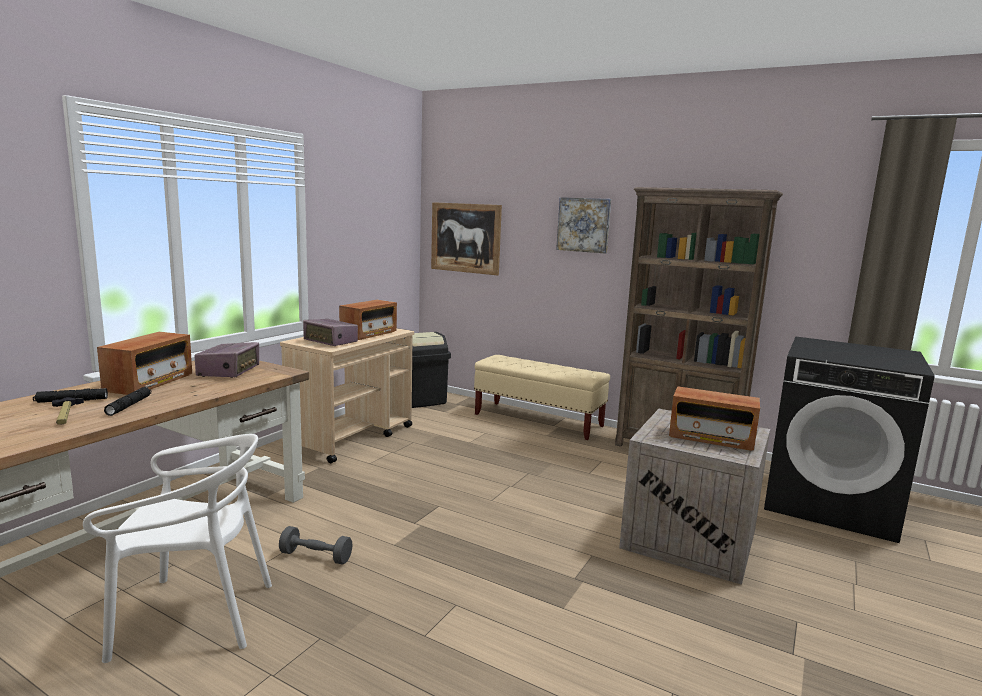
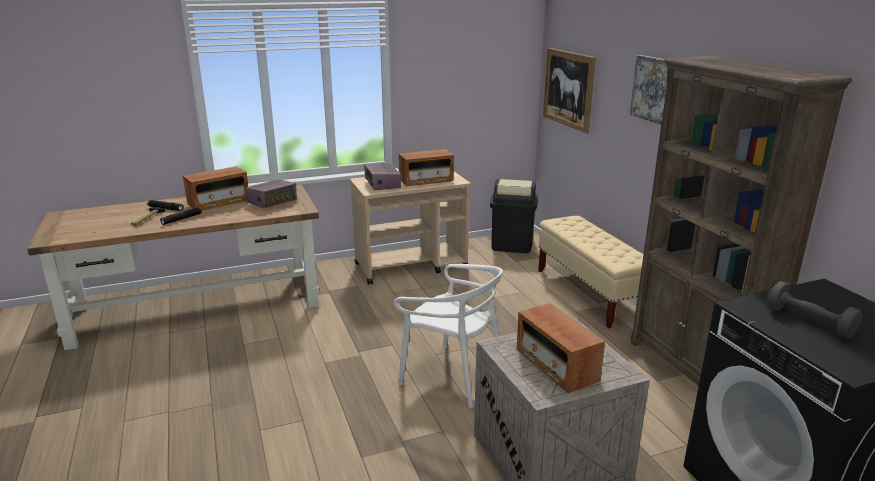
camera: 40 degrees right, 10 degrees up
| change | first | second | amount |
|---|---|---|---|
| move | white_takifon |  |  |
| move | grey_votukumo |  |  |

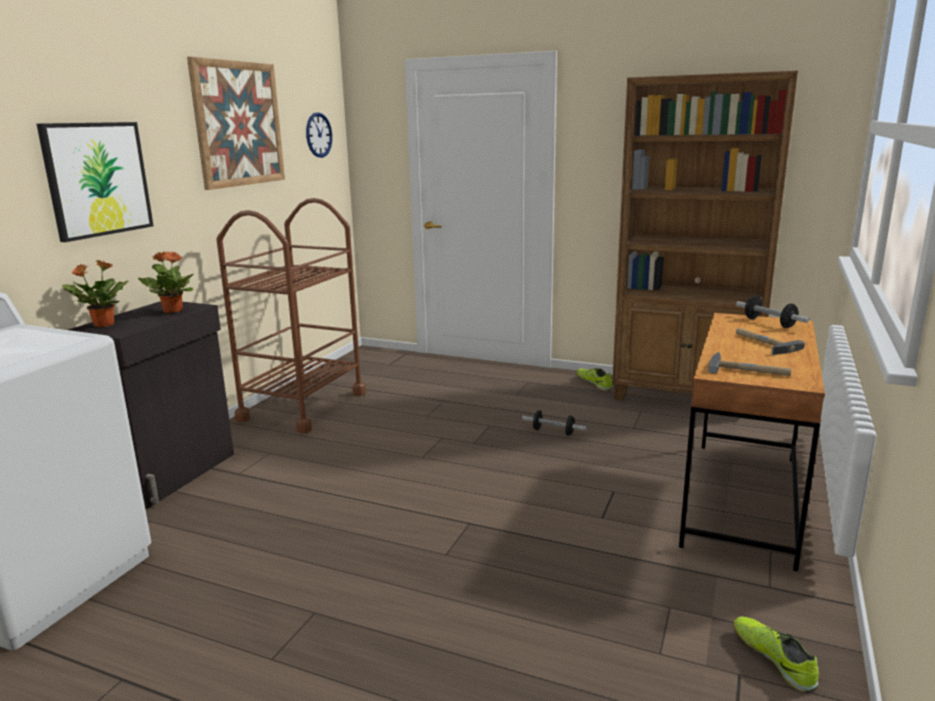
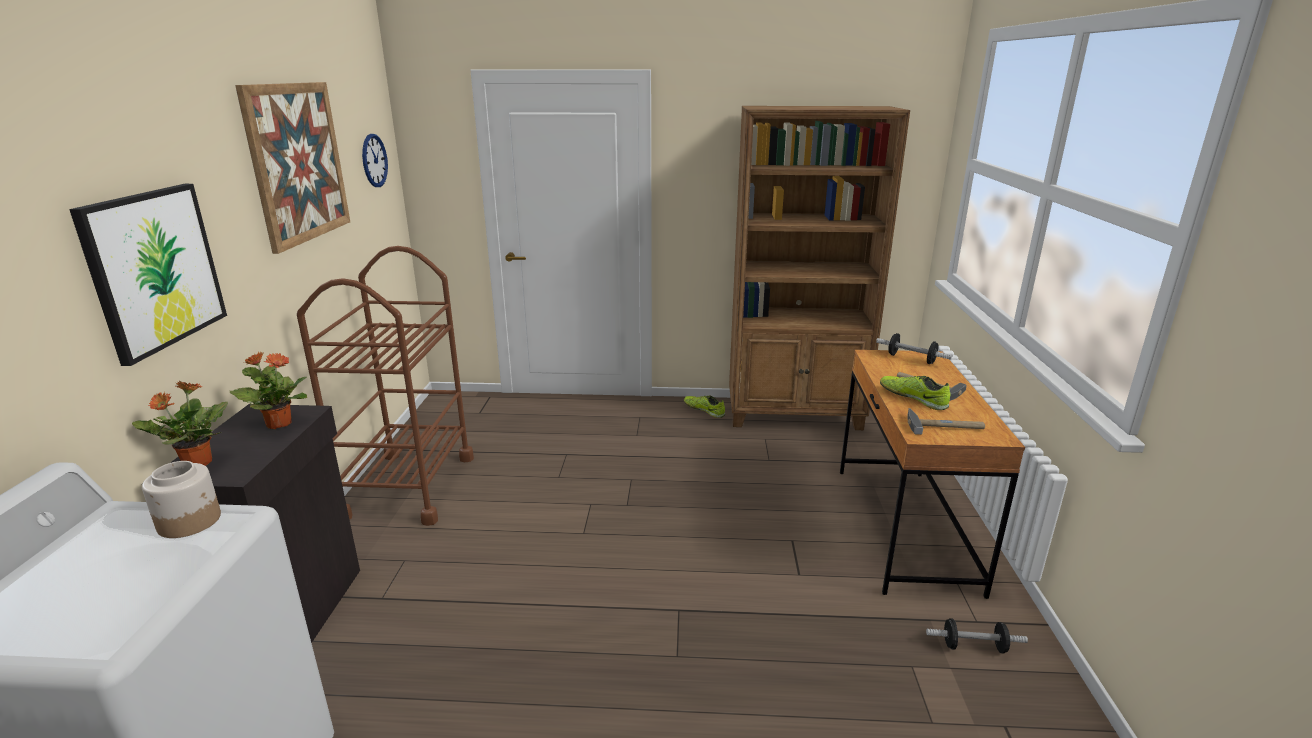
camera: 20 degrees left, 5 degrees up
| change | first | second | amount |
|---|---|---|---|
| insert |  | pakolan |  |
| move | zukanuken (2nd from left) |  |  |
| move | votukumo (1st from left in the first image) | votukumo (2nd from left) |  |

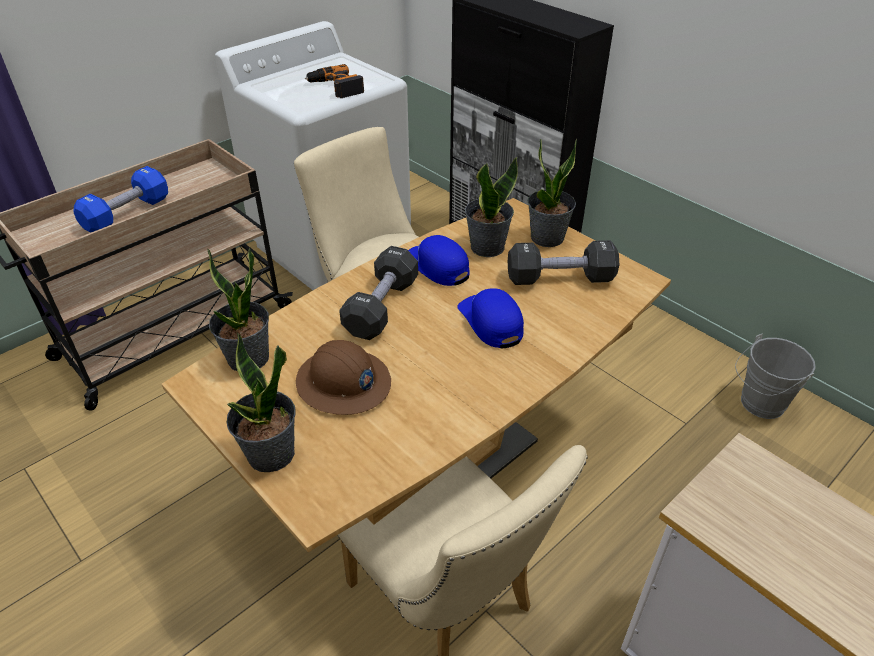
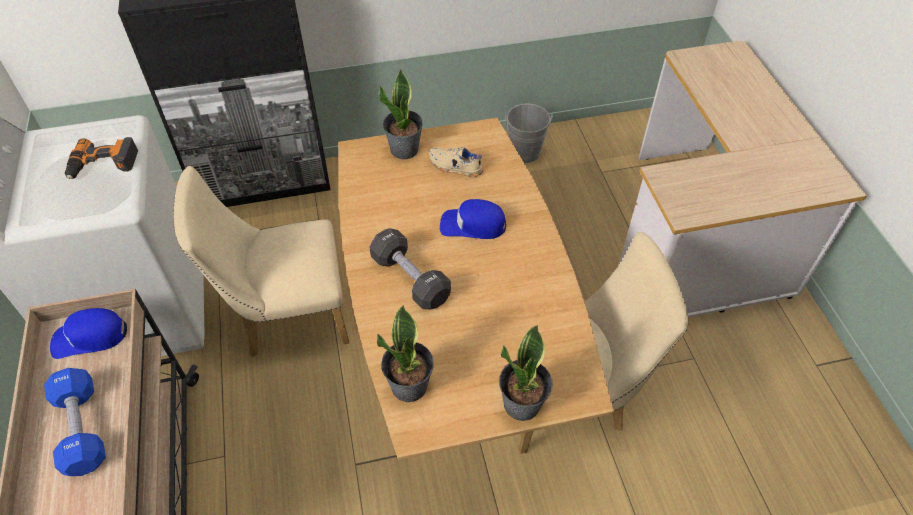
camera: 60 degrees left, 10 degrees up
| change | first | second | amount |
|---|---|---|---|
| move | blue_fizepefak (1st from left) |  |  |
| replace | black_votukumo (2nd from left) | beige_zukanuken |  |
| delete | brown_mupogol |  |  |
| delete | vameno (3rd from left) |  |  |

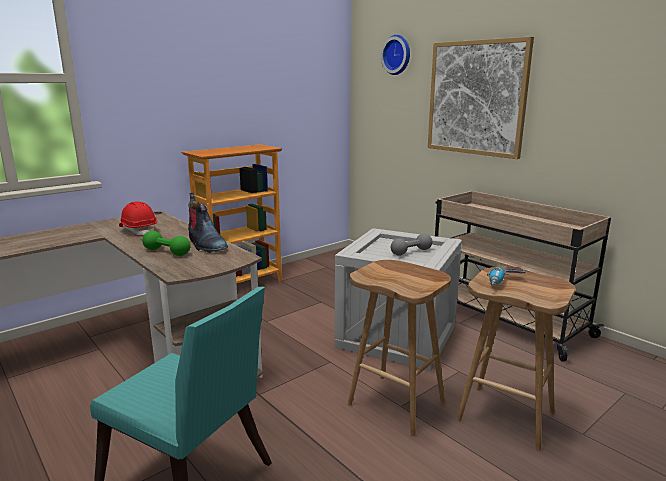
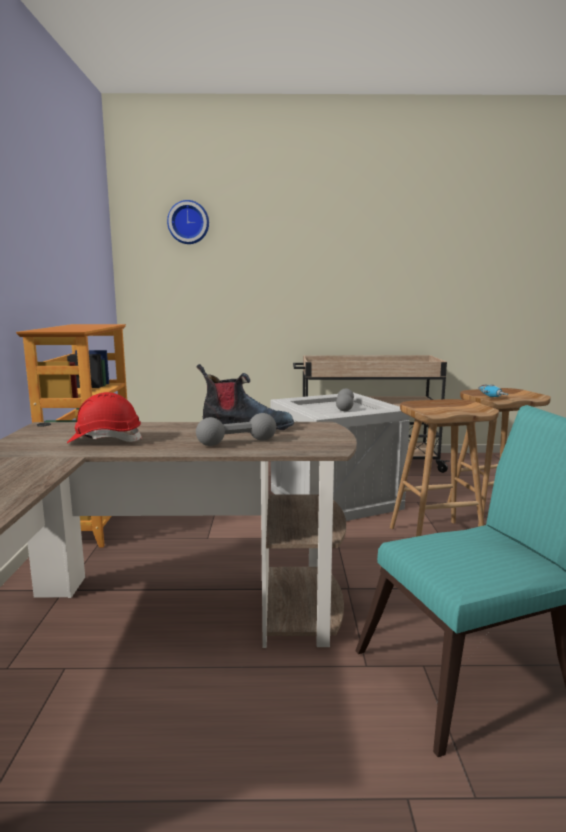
camera: 50 degrees left, 5 degrees down
| change | first | second | amount |
|---|---|---|---|
| recolor | green_votukumo | grey_votukumo (1st from left) |  |
| delete | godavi |  |  |

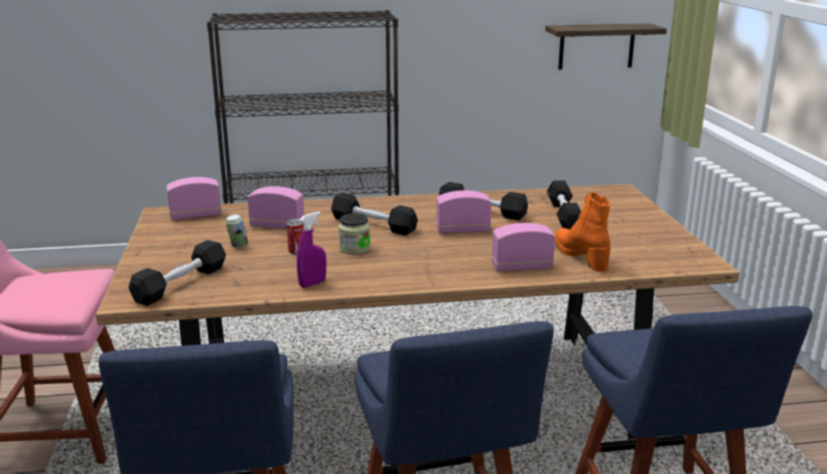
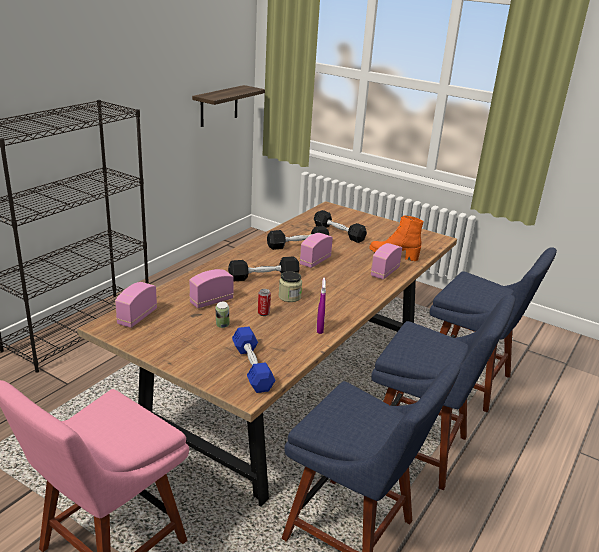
camera: 50 degrees left, 5 degrees up
| change | first | second | amount |
|---|---|---|---|
| recolor | black_votukumo (1st from left) | blue_votukumo |  |

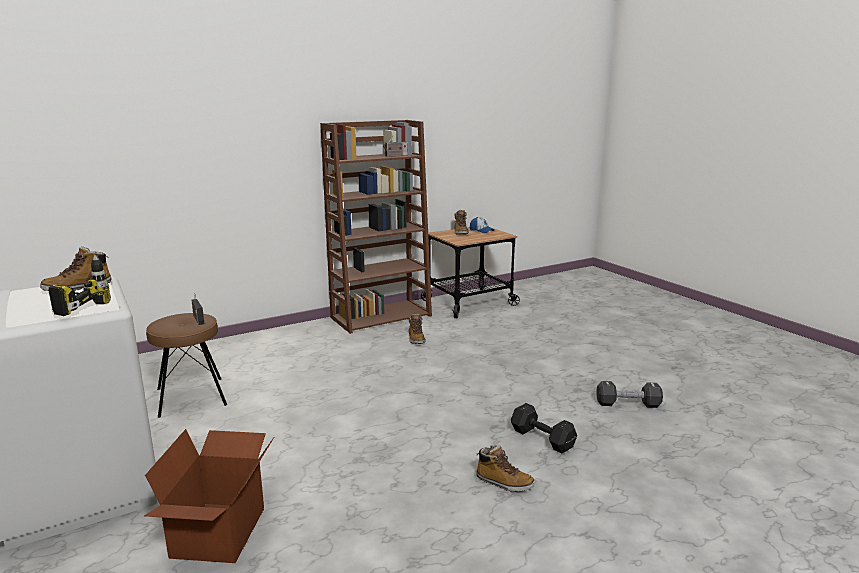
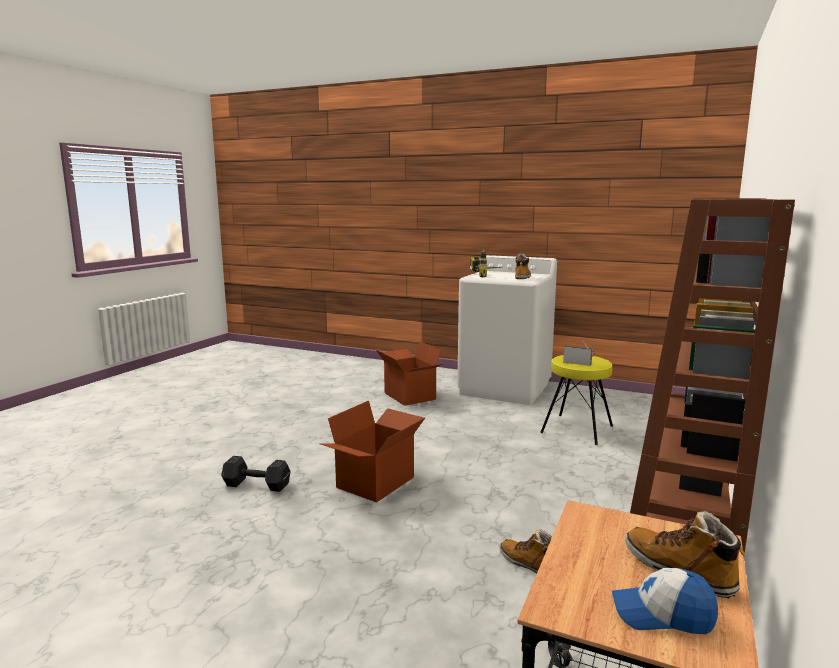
camera: 145 degrees right, 5 degrees down
| change | first | second | amount |
|---|---|---|---|
| insert |  | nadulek (1st from left) |  |
| recolor | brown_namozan | yellow_namozan |  |
| delete | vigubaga (4th from left) |  |  |
| delete | black_votukumo (2nd from left) |  |  |

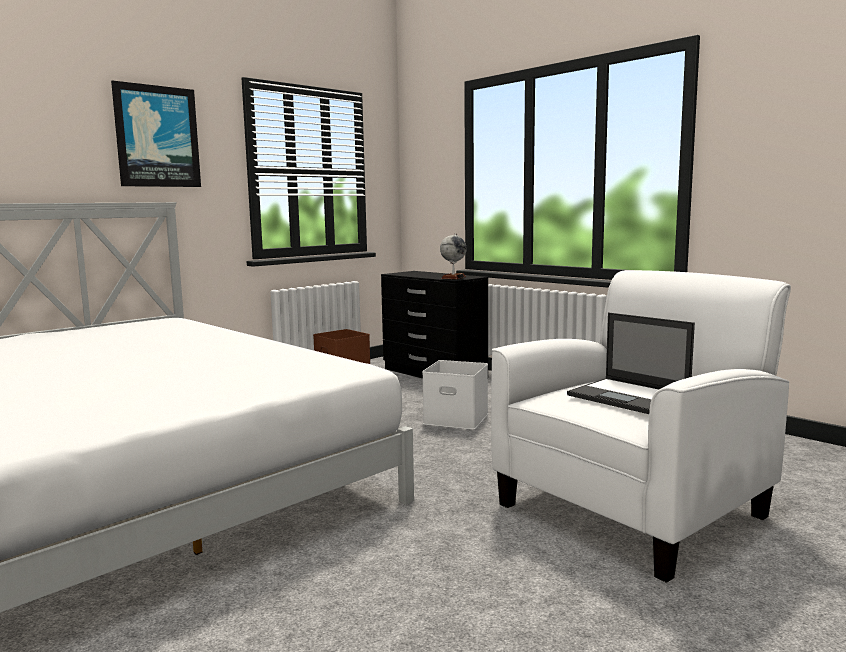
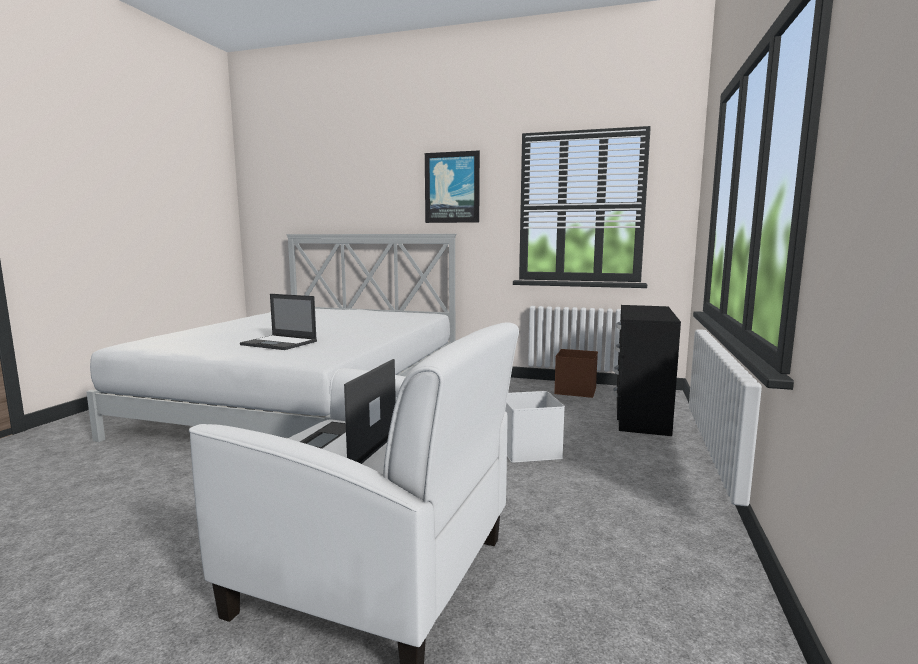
camera: 60 degrees right, 0 degrees up
| change | first | second | amount |
|---|---|---|---|
| insert |  | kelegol (1st from left) |  |
| delete | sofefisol |  |  |

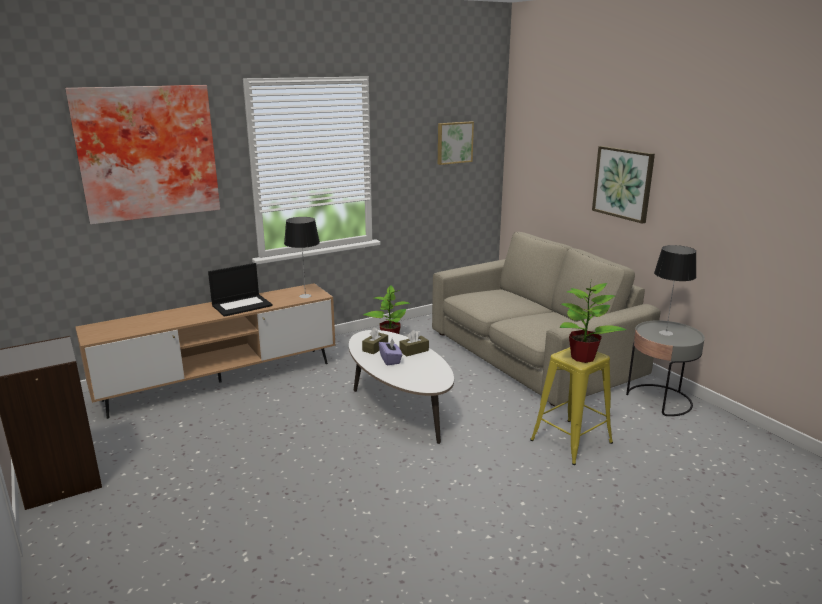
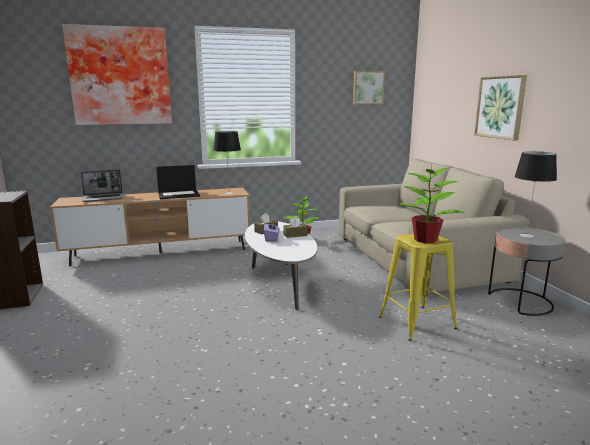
camera: 15 degrees right, 5 degrees down
| change | first | second | amount |
|---|---|---|---|
| insert |  | kelegol (1st from left) |  |

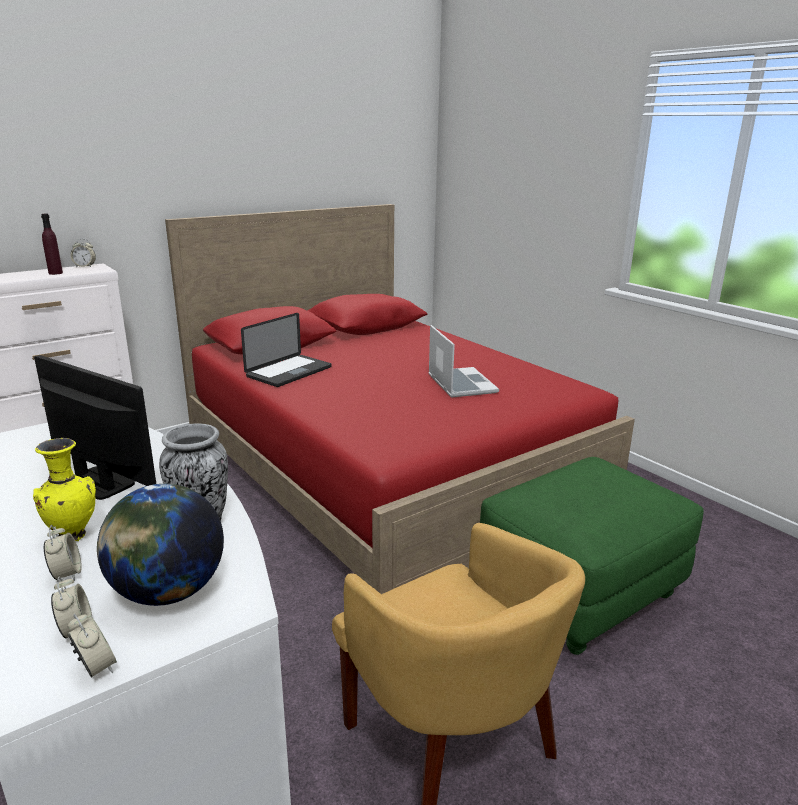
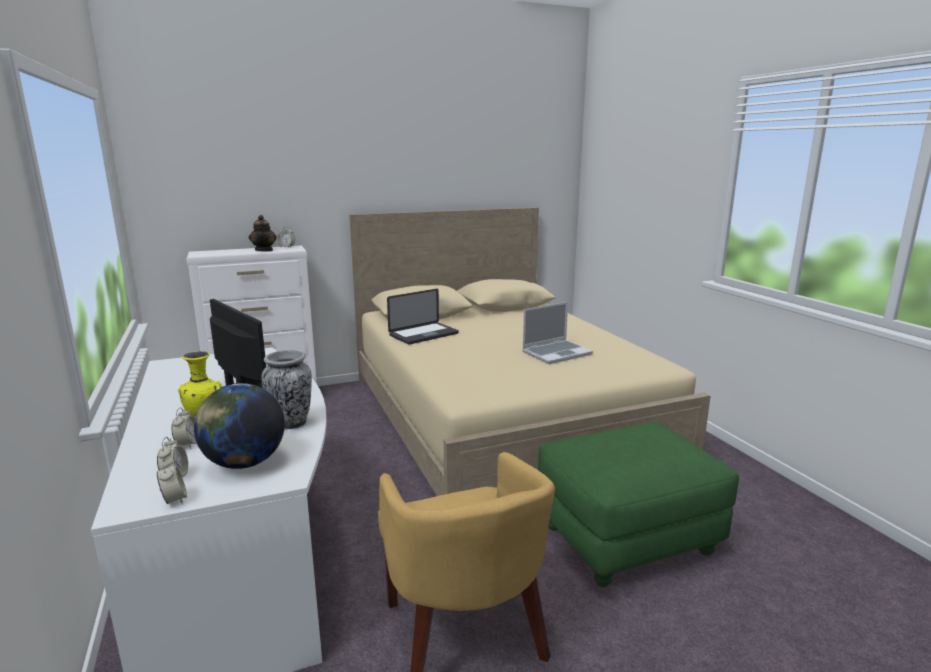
camera: 15 degrees right, 5 degrees down
| change | first | second | amount |
|---|---|---|---|
| replace | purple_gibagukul | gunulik |  |
| recolor | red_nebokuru | beige_nebokuru |  |
| rotate | kelegol (2nd from left) |  | 60 degrees clockwise |

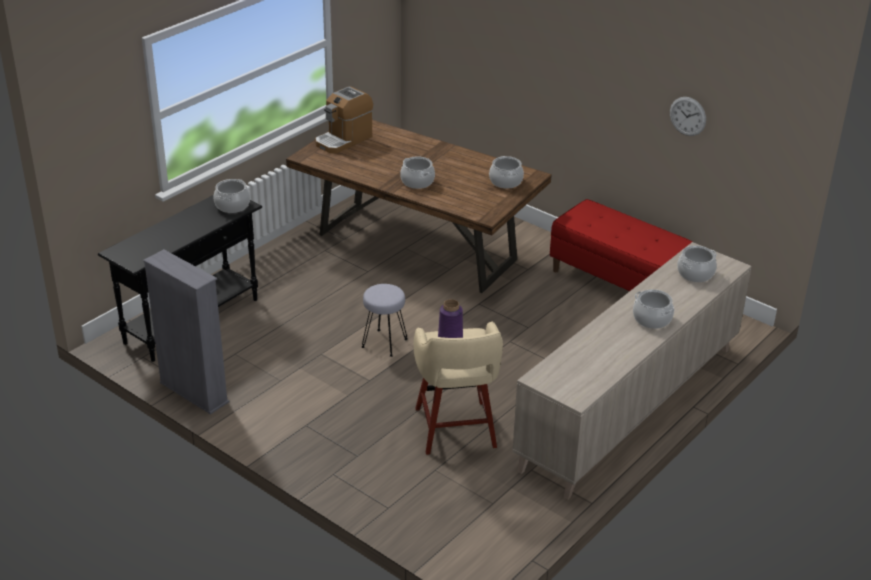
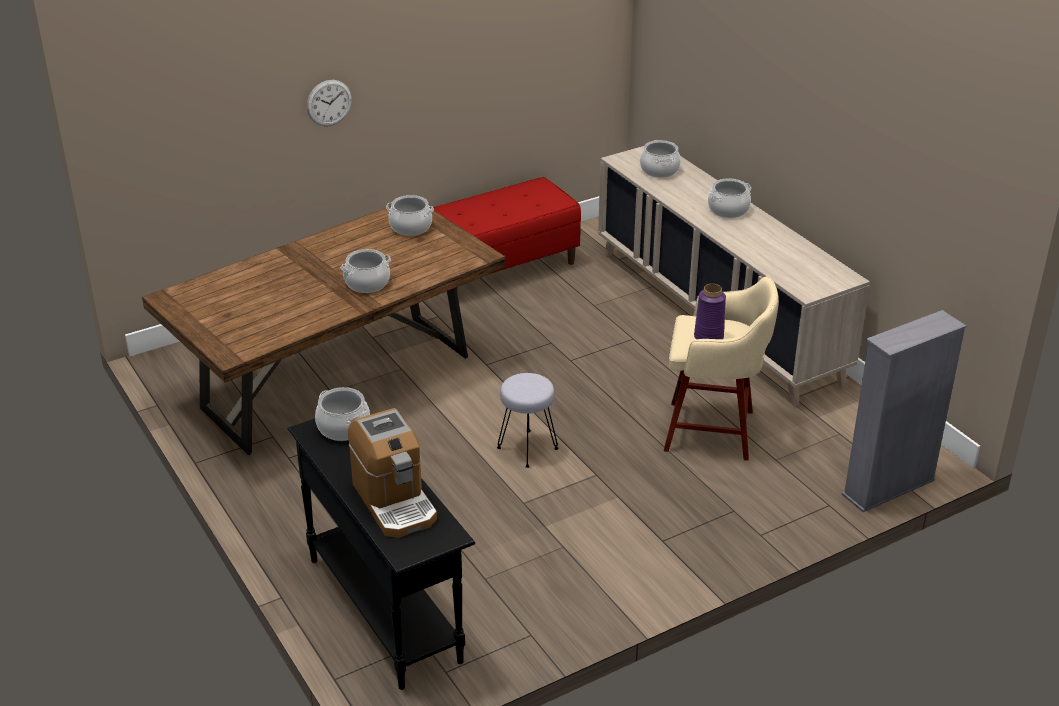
camera: 70 degrees left, 0 degrees up
| change | first | second | amount |
|---|---|---|---|
| move | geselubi |  |  |
| move | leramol |  |  |
| move | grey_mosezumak |  |  |

